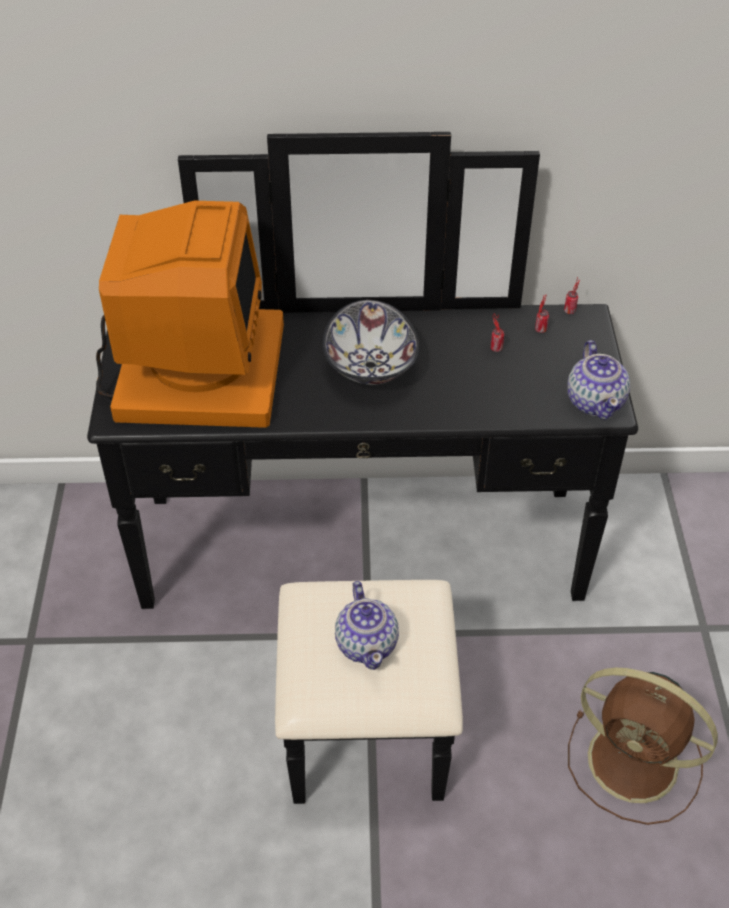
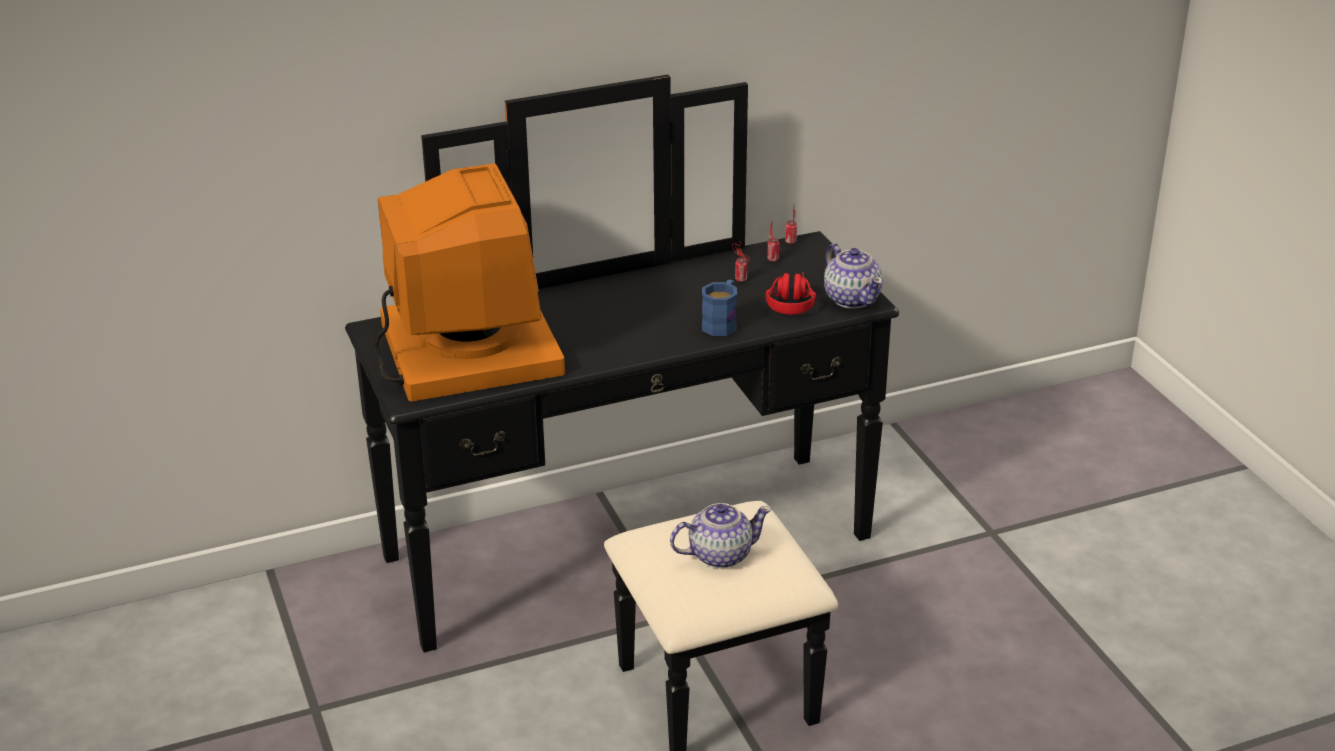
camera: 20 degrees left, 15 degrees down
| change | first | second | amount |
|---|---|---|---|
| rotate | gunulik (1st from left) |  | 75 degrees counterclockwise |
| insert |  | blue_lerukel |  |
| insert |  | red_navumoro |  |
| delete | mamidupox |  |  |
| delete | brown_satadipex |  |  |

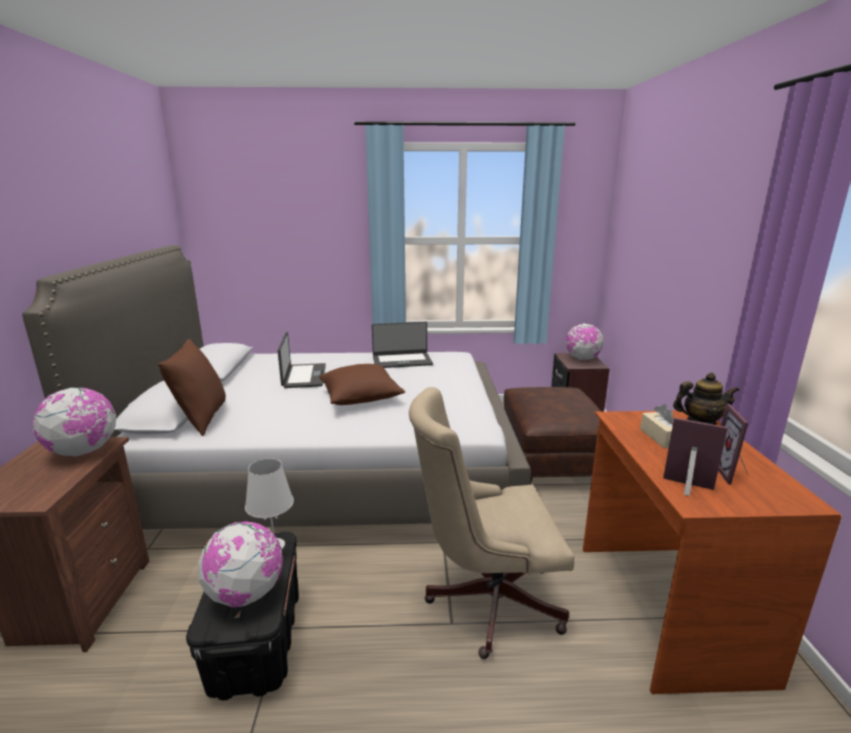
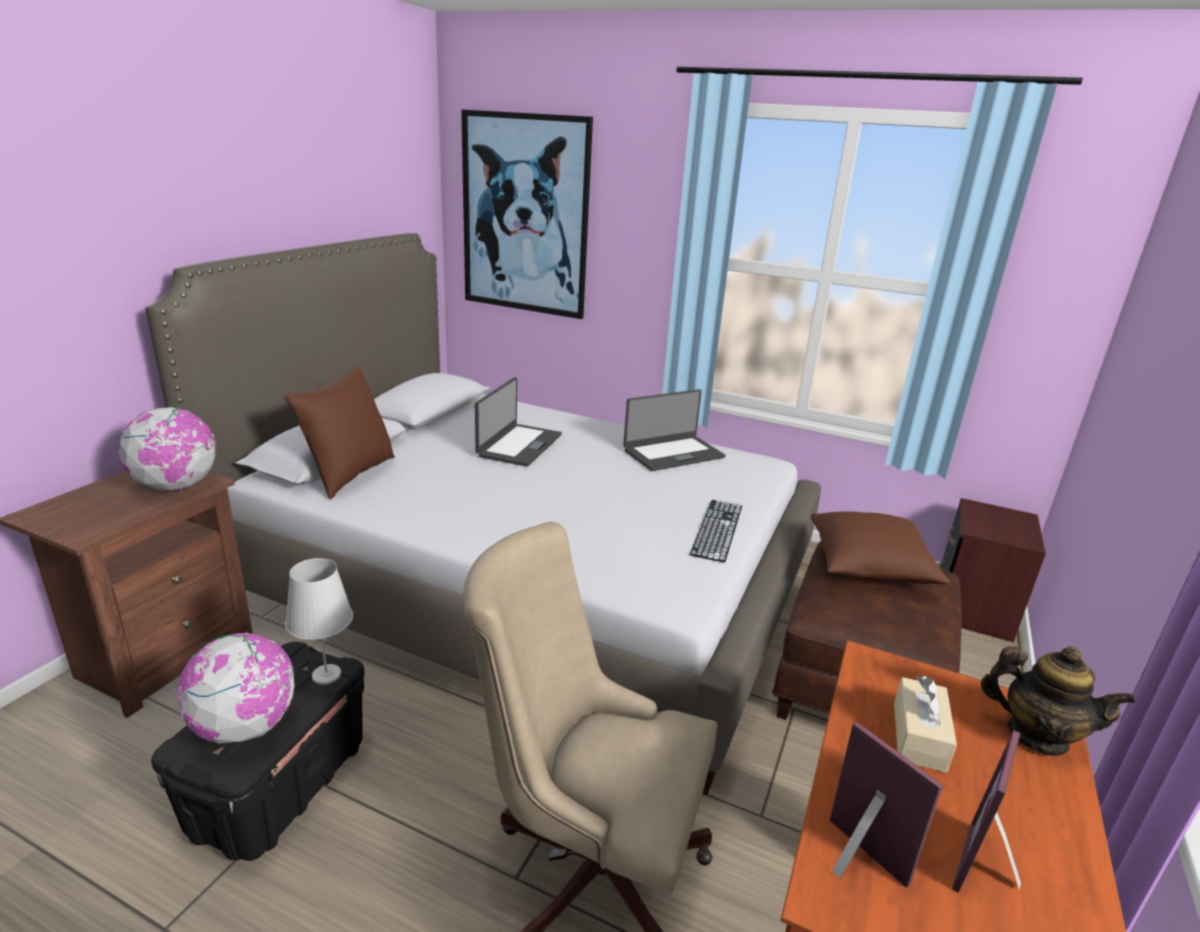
camera: 25 degrees right, 5 degrees up
| change | first | second | amount |
|---|---|---|---|
| insert |  | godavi |  |
| rotate | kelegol (2nd from left) |  | 45 degrees counterclockwise |
| insert |  | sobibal |  |
| move | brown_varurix (2nd from left) |  |  |
| delete | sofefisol (3rd from left) |  |  |

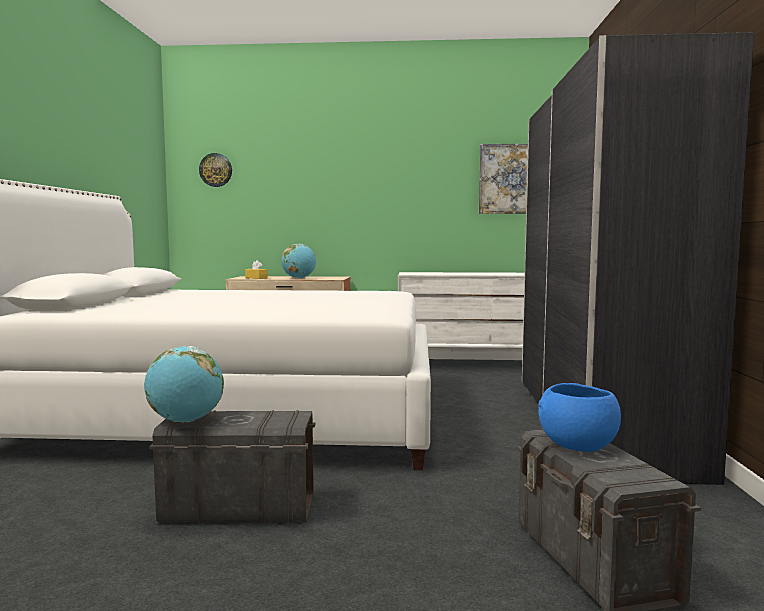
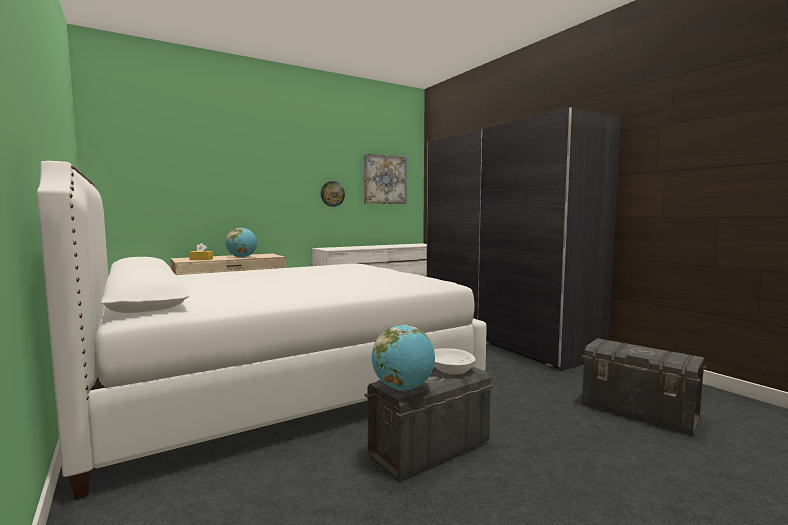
camera: 35 degrees left, 0 degrees up
| change | first | second | amount |
|---|---|---|---|
| move | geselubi |  |  |
| insert |  | white_mamidupox |  |
| delete | blue_mamidupox |  |  |

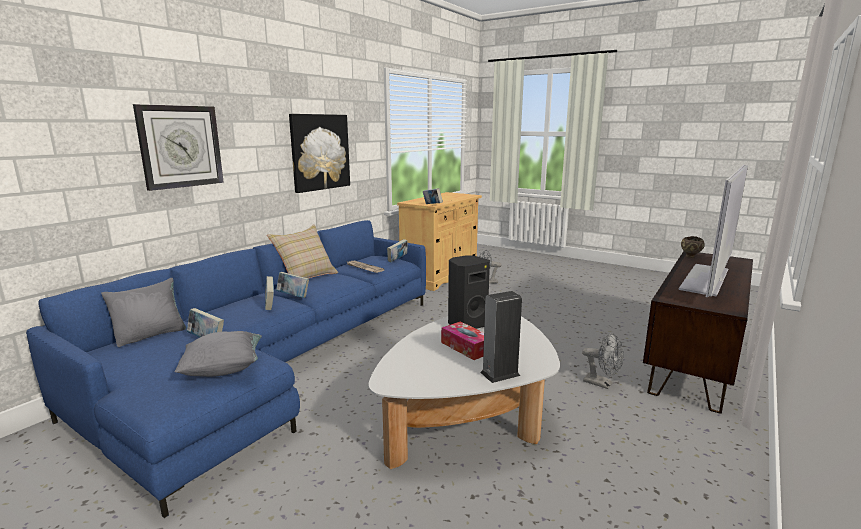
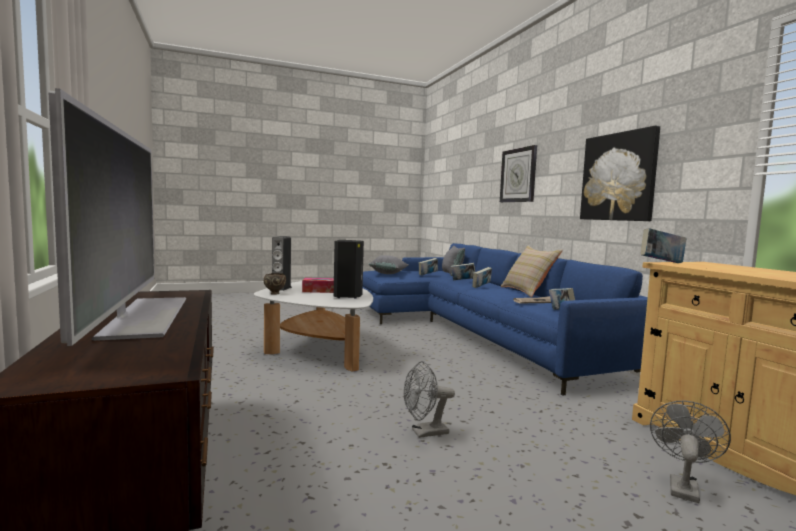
camera: 125 degrees right, 10 degrees down
| change | first | second | amount |
|---|---|---|---|
| move | brown_mamidupox |  |  |
| move | grey_satadipex (2nd from left in the first image) | grey_satadipex (1st from left) |  |

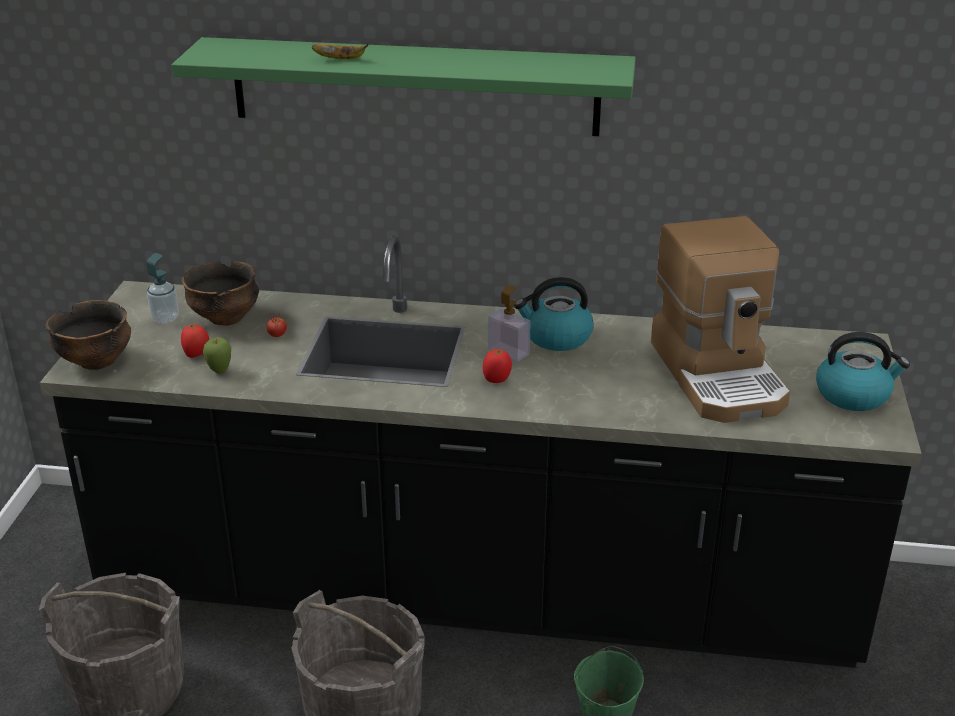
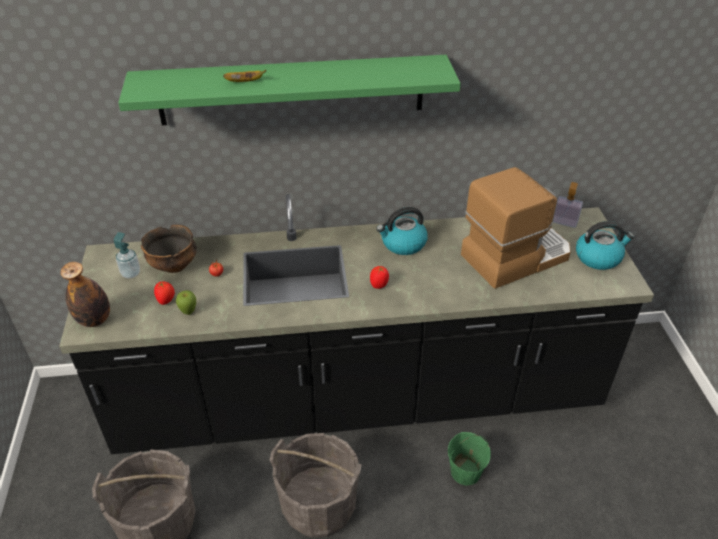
camera: 15 degrees left, 10 degrees up
| change | first | second | amount |
|---|---|---|---|
| replace | mamidupox (1st from left) | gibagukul |  |
| rotate | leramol |  | 90 degrees counterclockwise |
| move | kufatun (2nd from left) |  |  |

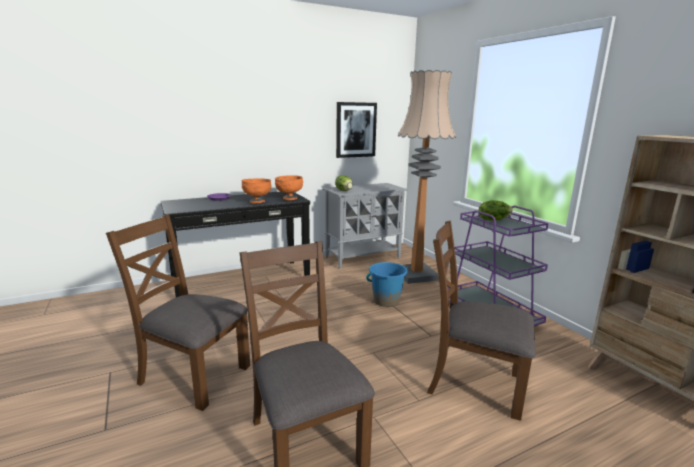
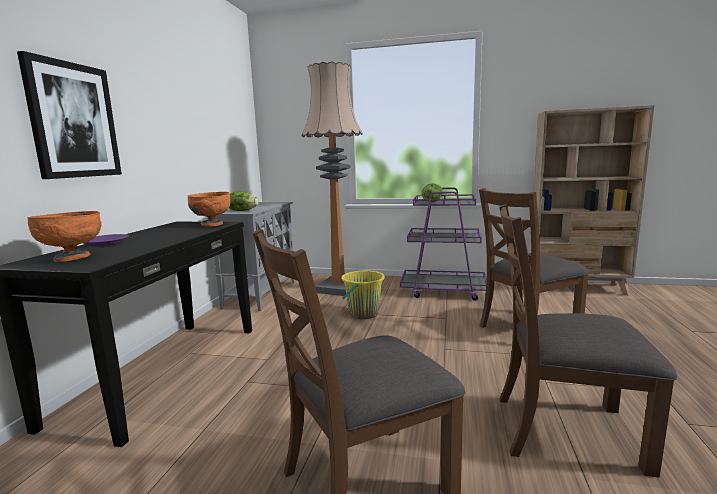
camera: 50 degrees left, 5 degrees down
| change | first | second | amount |
|---|---|---|---|
| move | godavi |  |  |
| move | orange_mamidupox (1st from left) |  |  |
| recolor | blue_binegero | yellow_binegero |  |

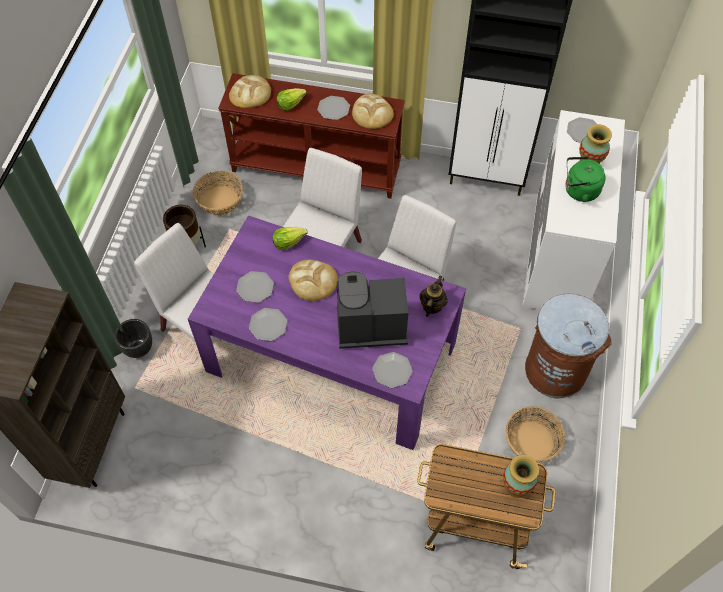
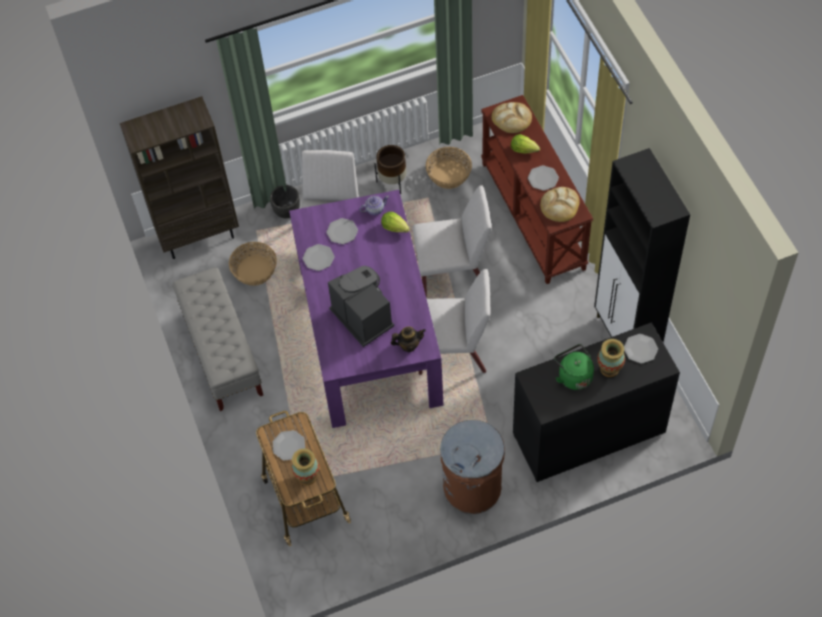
camera: 60 degrees right, 0 degrees up
| change | first | second | amount |
|---|---|---|---|
| insert |  | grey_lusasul |  |
| move | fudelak (2nd from left in the first image) | fudelak (1st from left) |  |
| move | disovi (4th from left in the first image) | disovi (1st from left) |  |
| insert |  | gunulik (1st from left) |  |
| recolor | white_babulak | black_babulak |  |
| delete | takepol (2nd from left) |  |  |

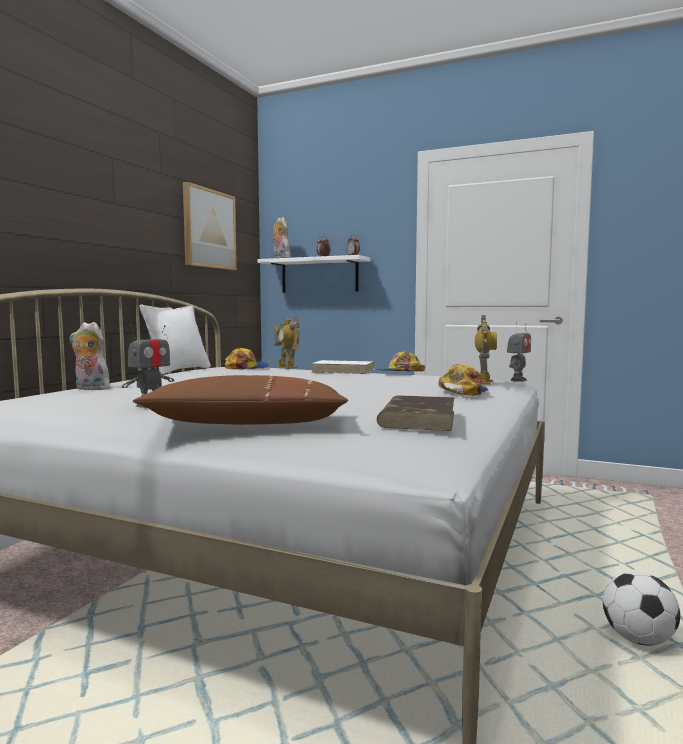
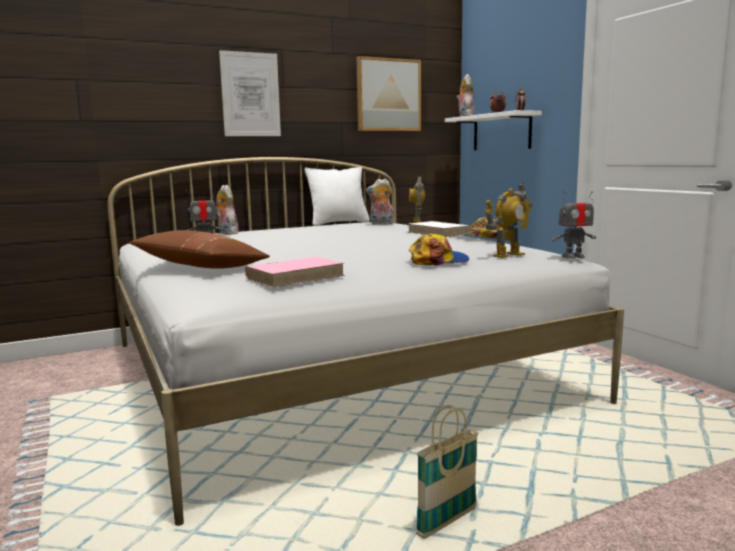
camera: 40 degrees right, 5 degrees up
| change | first | second | amount |
|---|---|---|---|
| insert |  | godavi (1st from left) |  |
| recolor | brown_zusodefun | pink_zusodefun |  |
| replace | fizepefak (1st from left) | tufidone (2nd from left) |  |
| replace | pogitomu | fudelak |  |

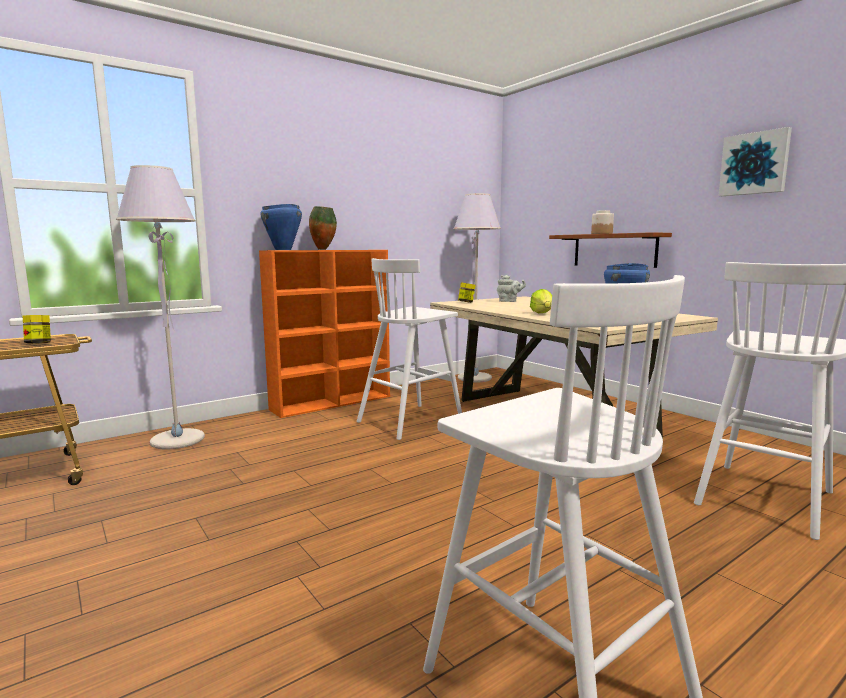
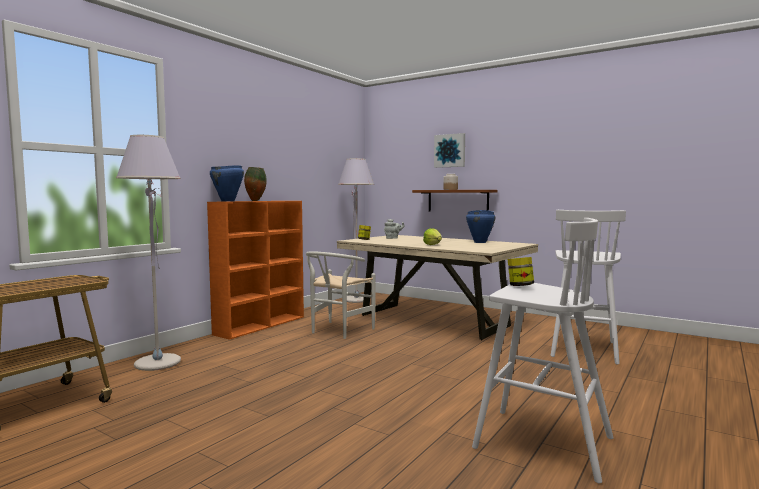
camera: 20 degrees left, 5 degrees down
| change | first | second | amount |
|---|---|---|---|
| replace | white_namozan (1st from left) | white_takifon |  |
| move | godavi |  |  |
| move | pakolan (1st from left in the first image) | pakolan (3rd from left) |  |

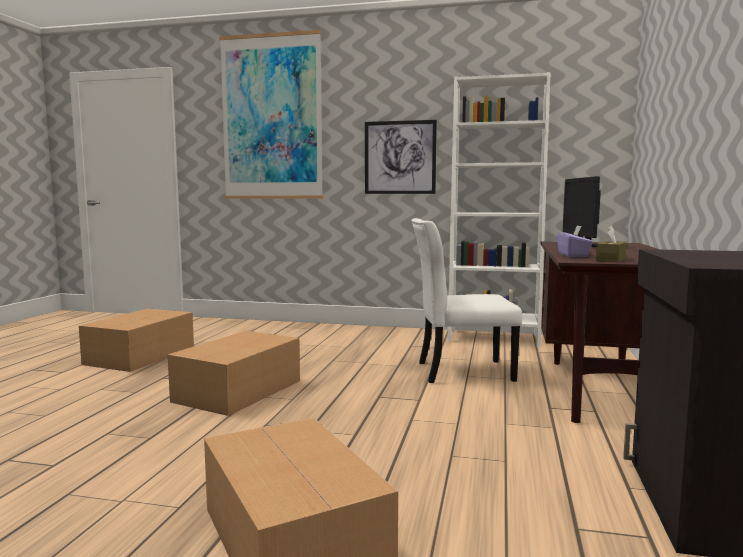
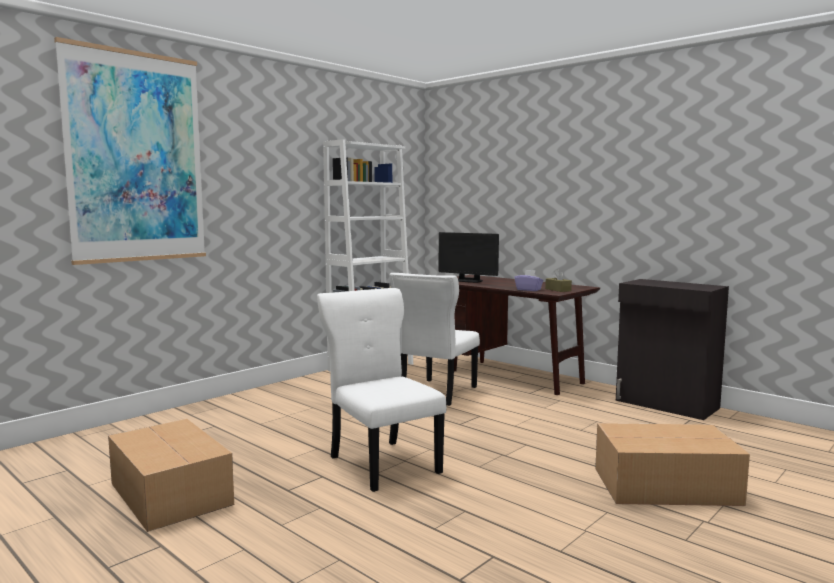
camera: 60 degrees left, 0 degrees up
| change | first | second | amount |
|---|---|---|---|
| replace | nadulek (2nd from left) | white_takifon (1st from left) |  |
| delete | godavi (2nd from left) |  |  |

